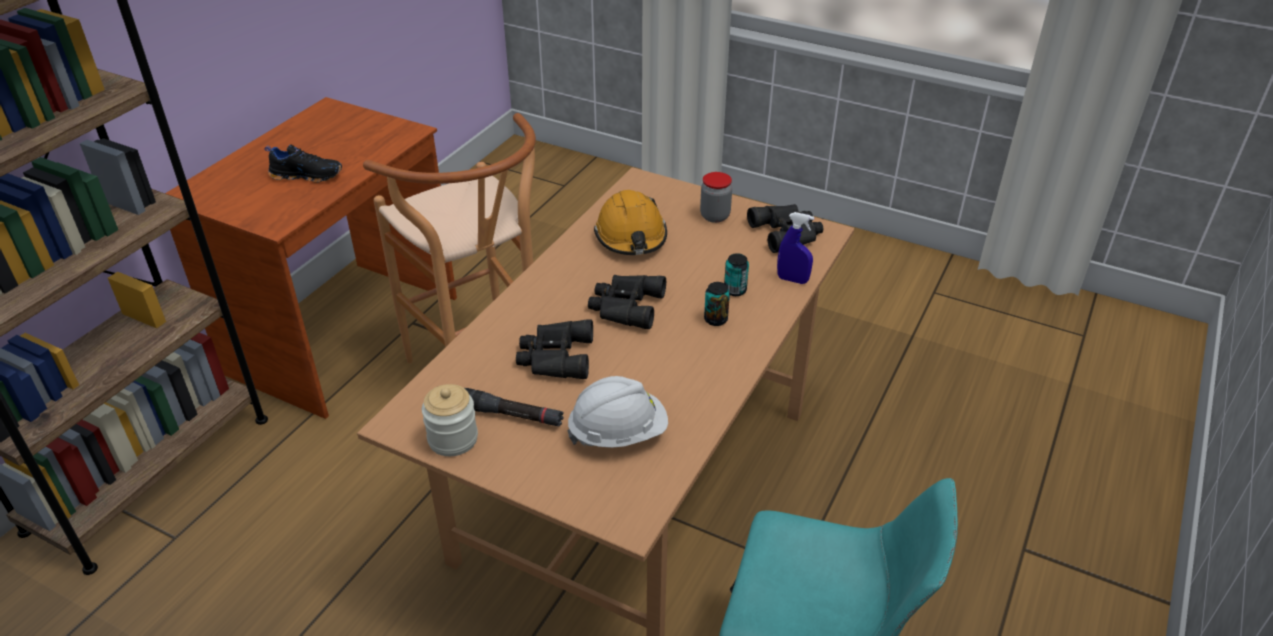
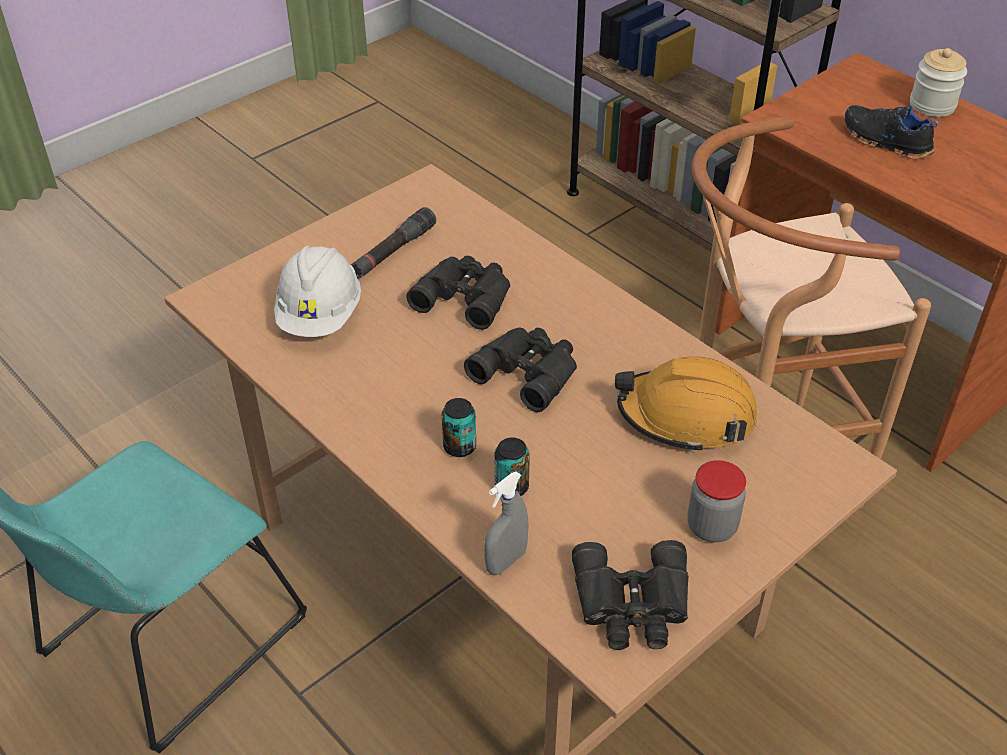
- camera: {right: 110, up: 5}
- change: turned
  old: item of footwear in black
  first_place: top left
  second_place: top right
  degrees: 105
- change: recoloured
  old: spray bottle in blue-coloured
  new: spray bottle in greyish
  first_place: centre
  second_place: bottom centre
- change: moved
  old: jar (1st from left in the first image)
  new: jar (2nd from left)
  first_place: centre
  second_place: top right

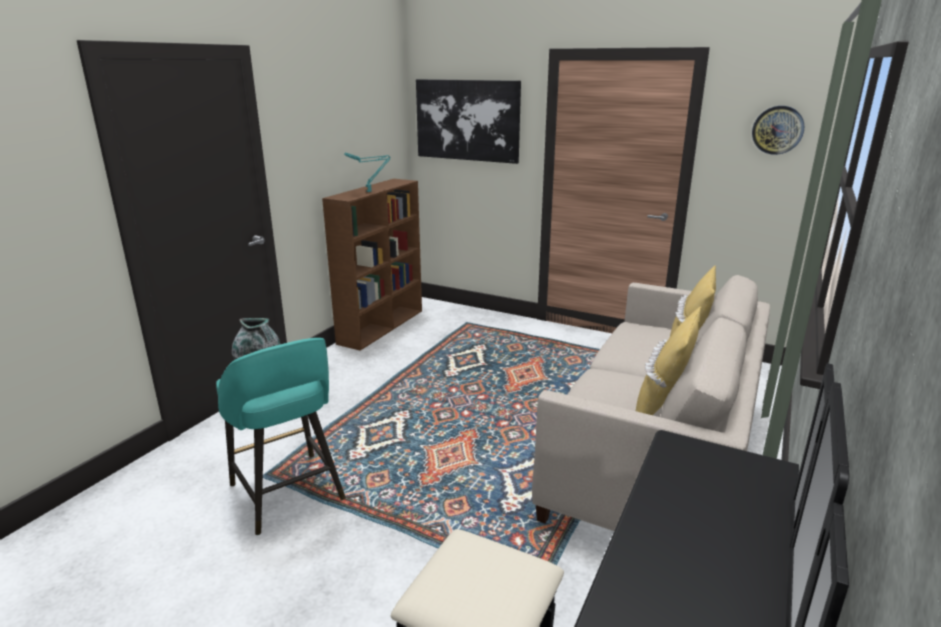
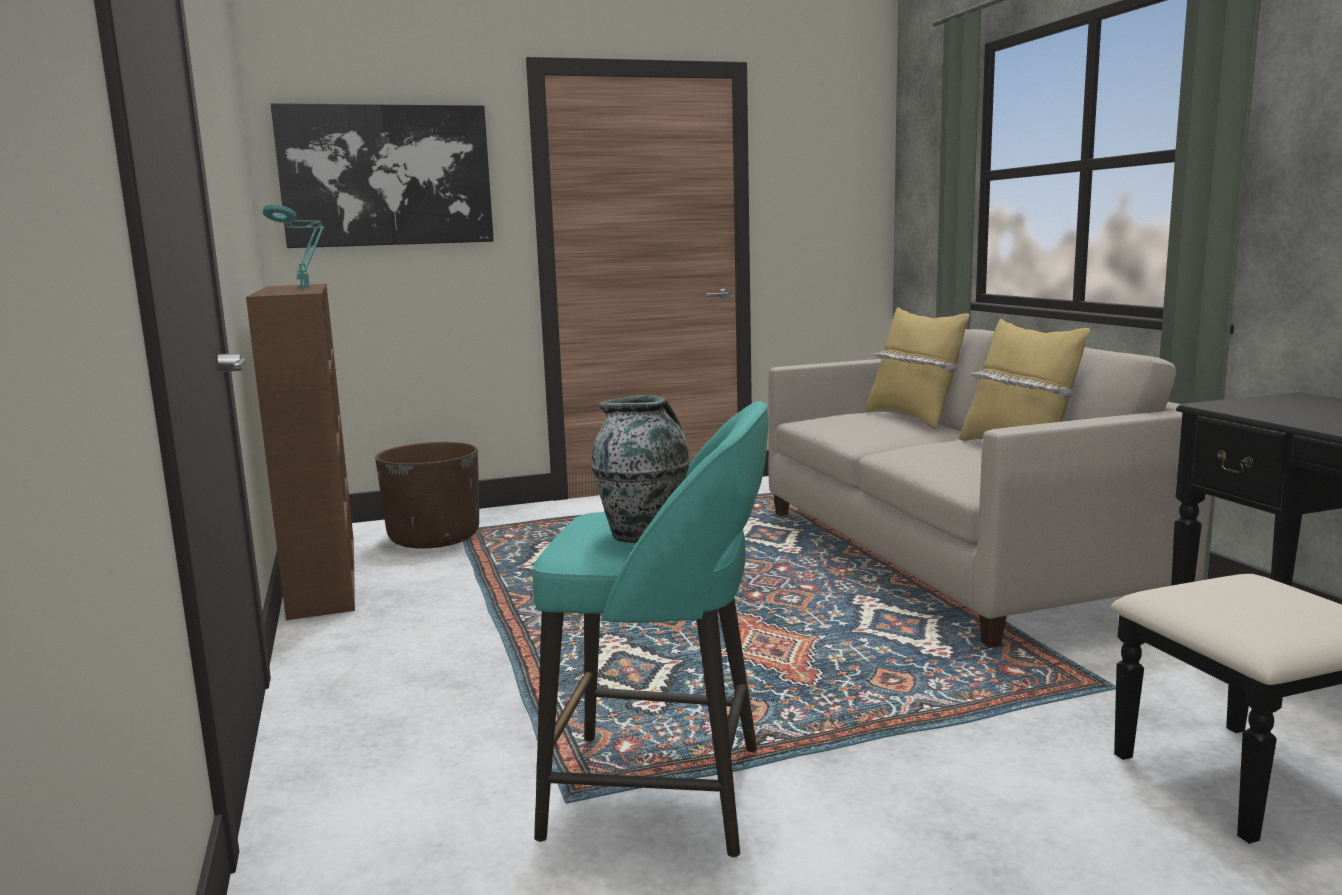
- camera: {right: -45, up: -10}
- change: removed
  old: wall clock
  first_place: top right
- change: added
  new: planter in brown-coloured
  second_place: middle left

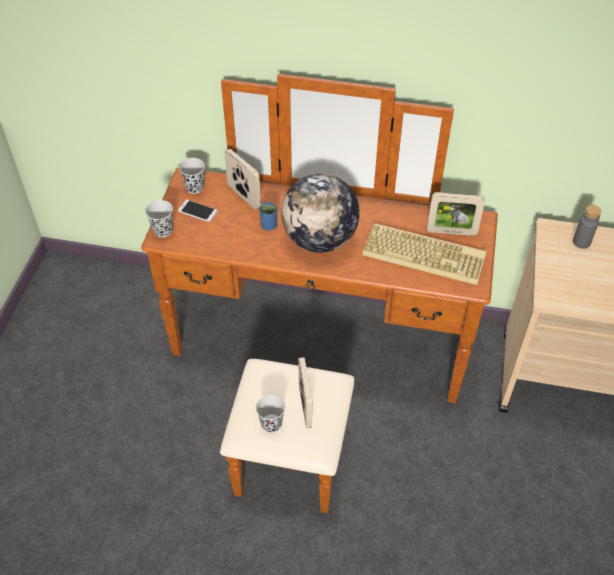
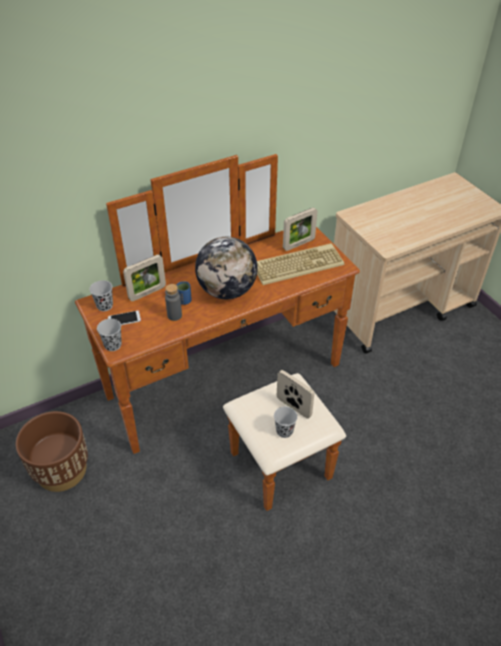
- camera: {right: -40, up: -5}
- change: turned
  old: picture frame (1st from left)
  first_place: top centre
  second_place: middle left
  degrees: 135
- change: moved
  old: beverage bottle in greyish
  first_place: middle right
  second_place: centre
- change: added
  new: planter in brown-coloured
  second_place: bottom left

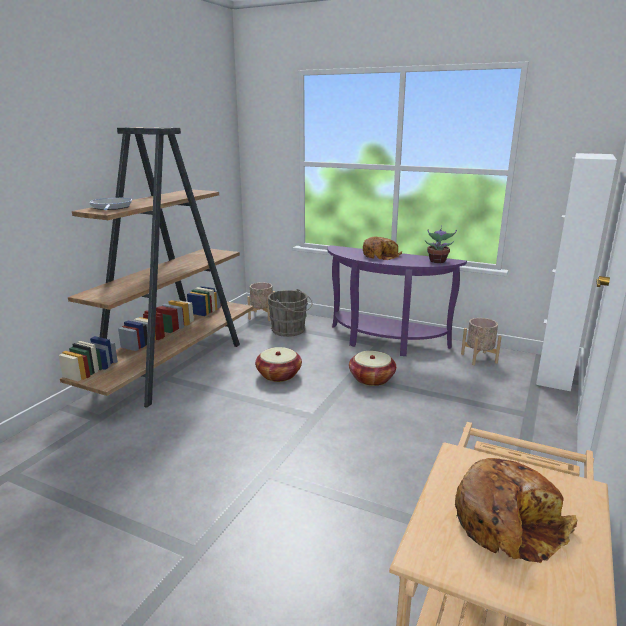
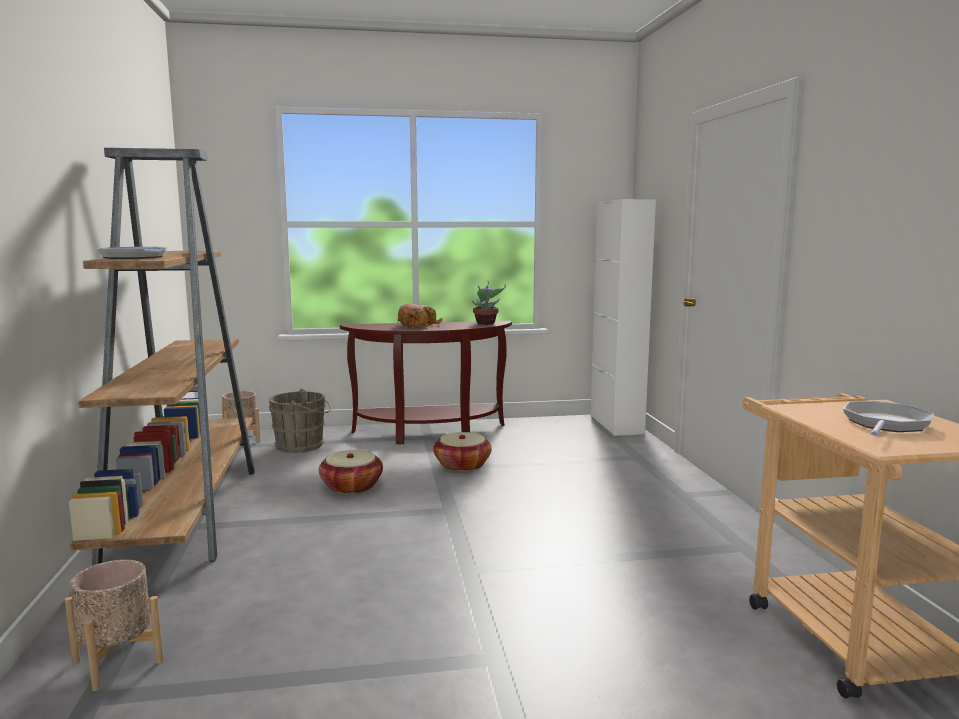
- camera: {right: -35, up: -10}
- change: recoloured
  old: hall table in purplish
  new: hall table in brown-coloured
  first_place: centre
  second_place: centre
- change: moved
  old: planter in beige (2nd from left in the first image)
  new: planter in beige (1st from left)
  first_place: middle right
  second_place: bottom left
- change: replaced
  old: baked bread (2nd from left)
  new: frying pan (2nd from left)
  first_place: bottom right
  second_place: middle right

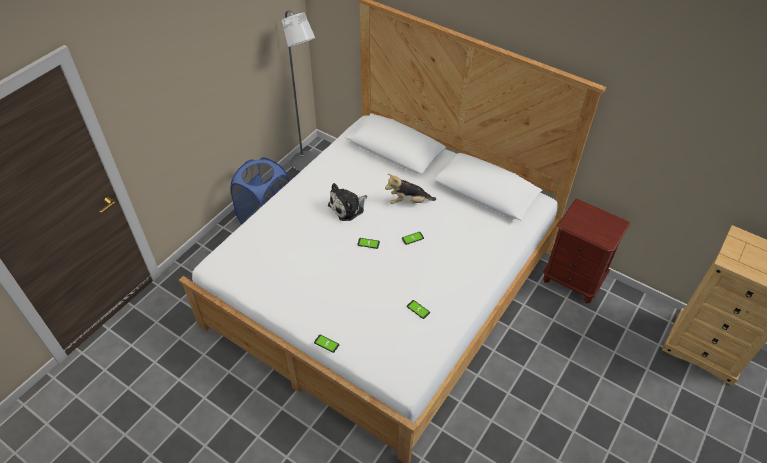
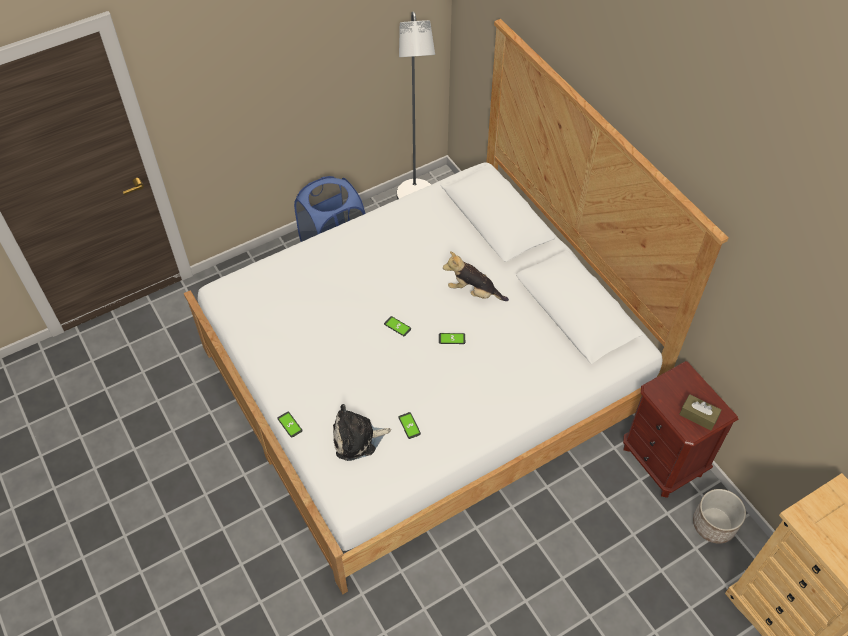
- camera: {right: 25, up: 5}
- change: moved
  old: cuddly toy (1st from left)
  first_place: centre
  second_place: bottom centre
- change: added
  new: tissue holder in brown-coloured
  second_place: middle right
- change: added
  new: planter
  second_place: bottom right

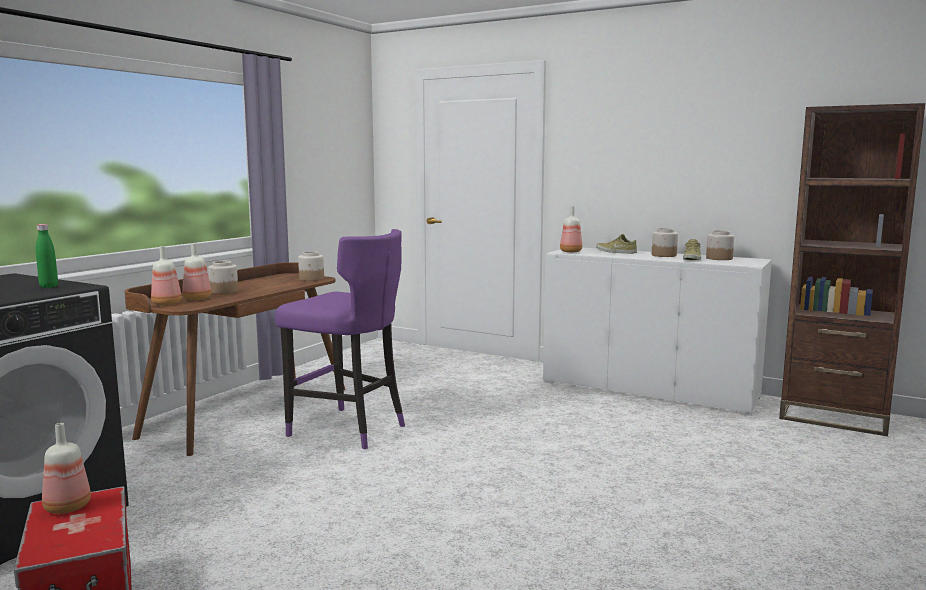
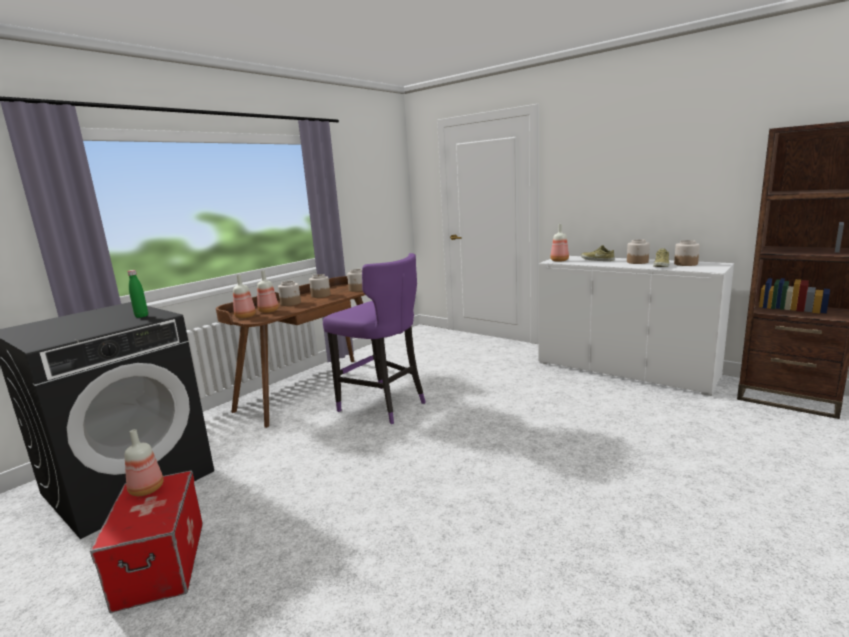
- camera: {right: 10, up: 5}
- change: added
  new: jar (2nd from left)
  second_place: centre

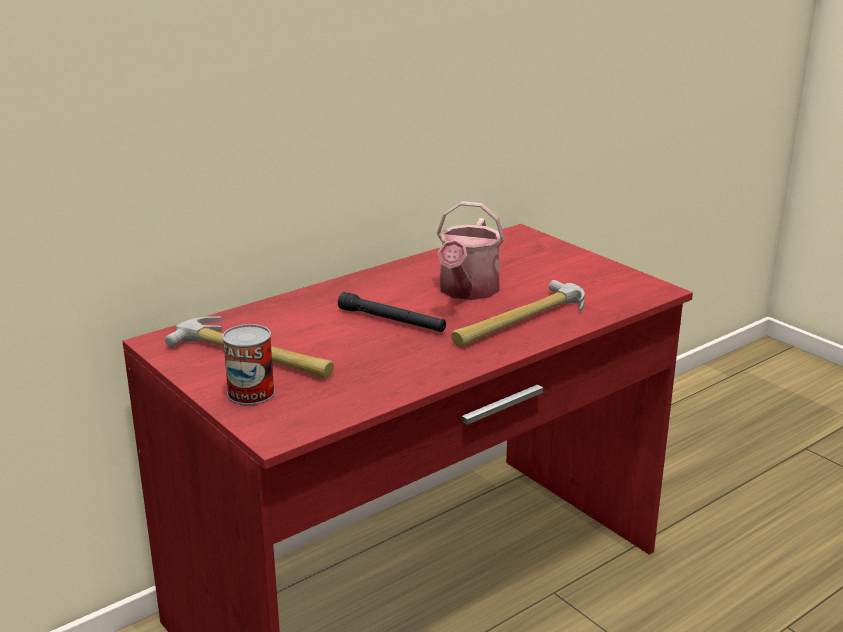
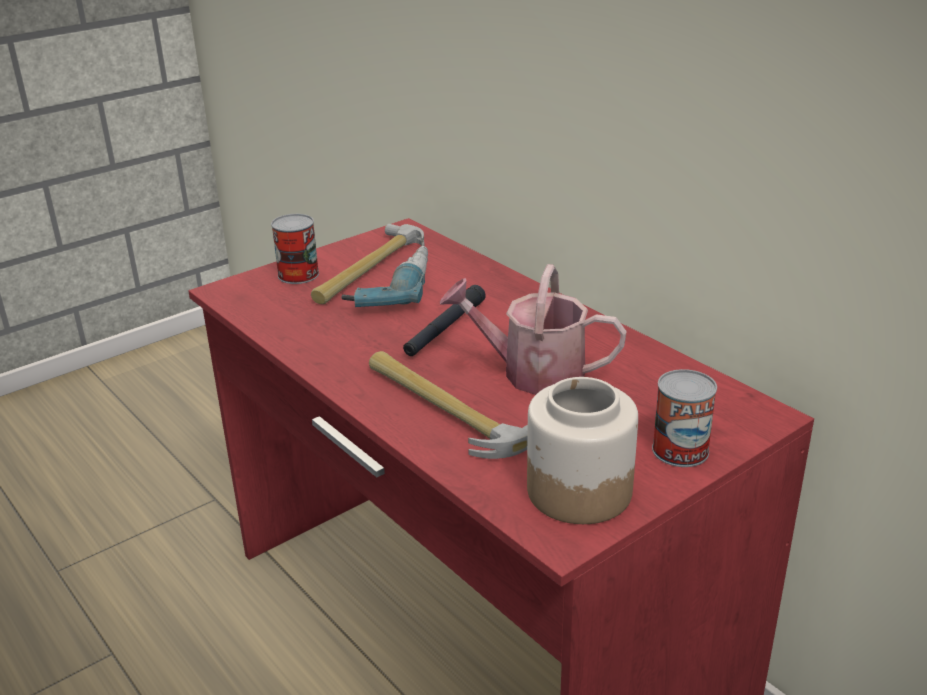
- camera: {right: 90, up: 5}
- change: added
  new: electric drill
  second_place: centre
- change: added
  new: metal can (2nd from left)
  second_place: middle right
- change: added
  new: jar
  second_place: centre

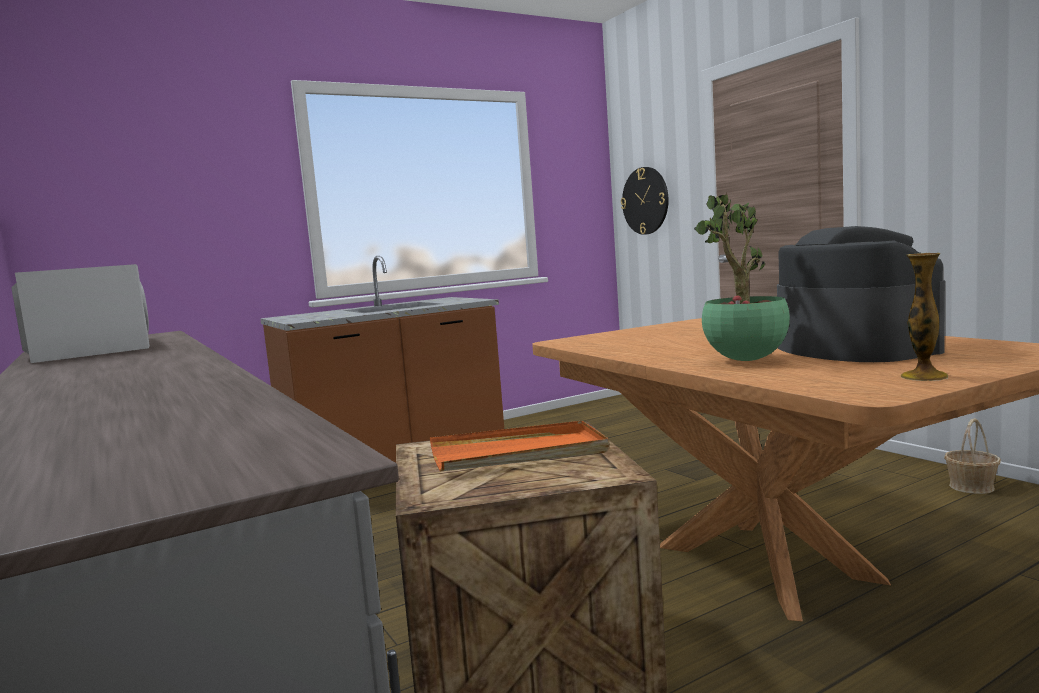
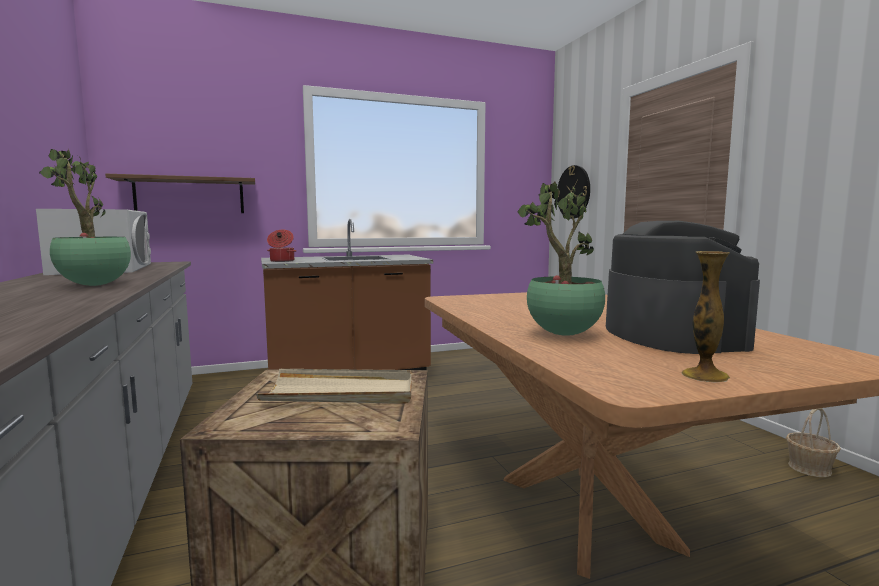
- camera: {right: 10, up: 0}
- change: recoloured
  old: tray in orange
  new: tray in beige
  first_place: centre
  second_place: centre
- change: added
  new: plant in a pot (1st from left)
  second_place: middle left
- change: added
  new: shelf in brown-coloured
  second_place: top left
- change: added
  new: saucepot
  second_place: middle left

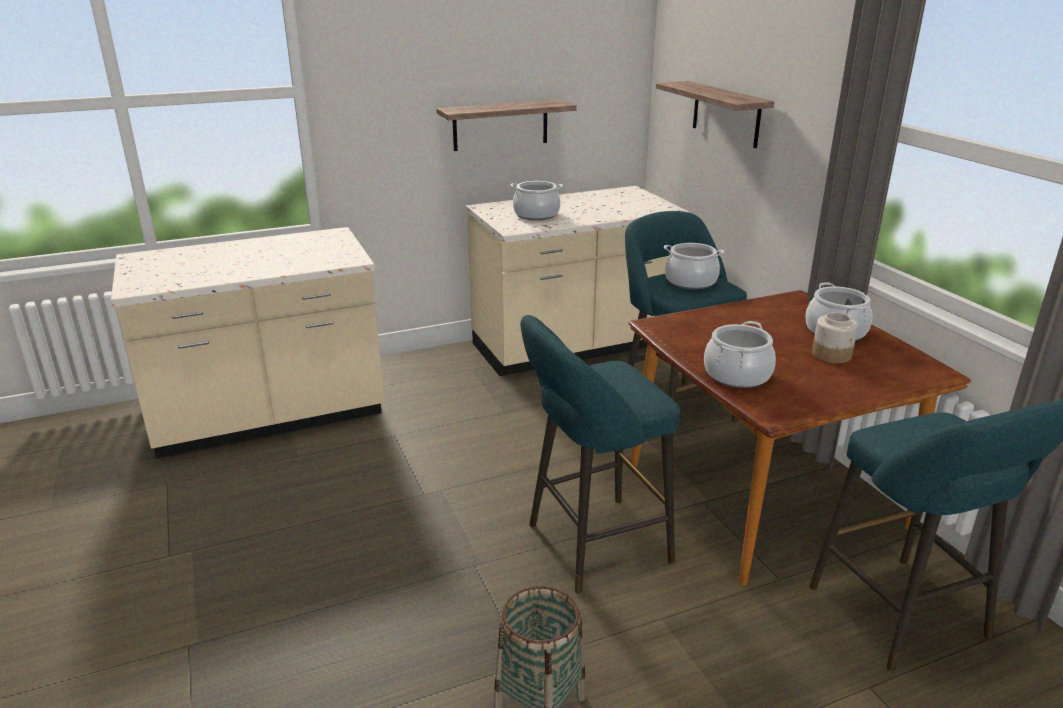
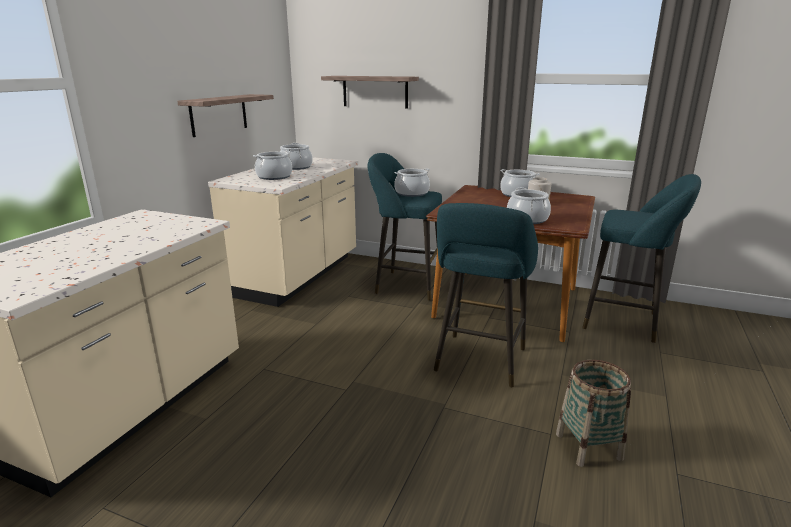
- camera: {right: -45, up: -5}
- change: added
  new: saucepot (2nd from left)
  second_place: top centre

